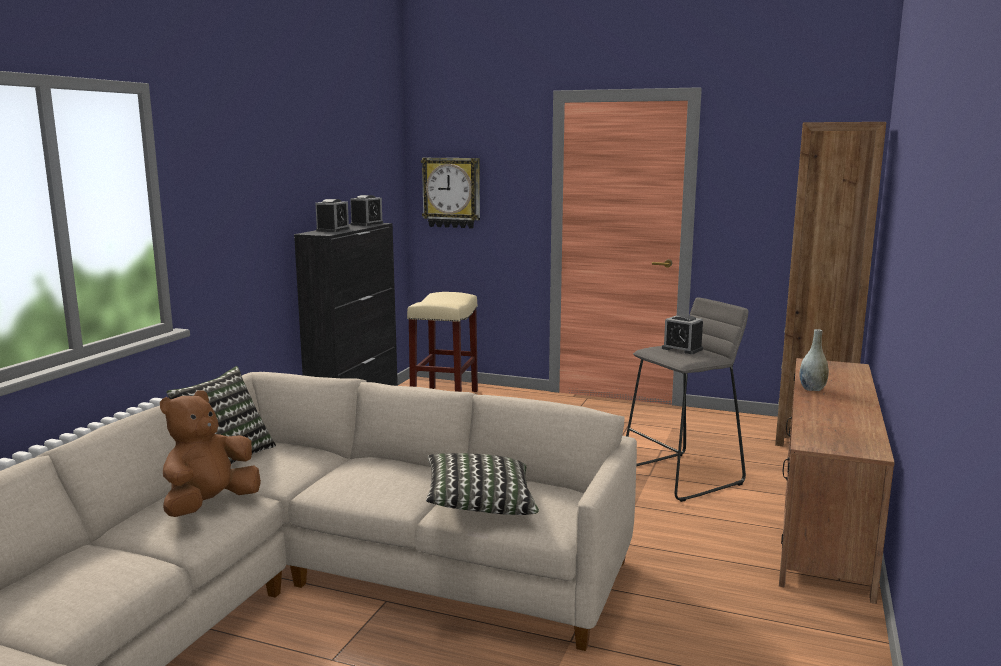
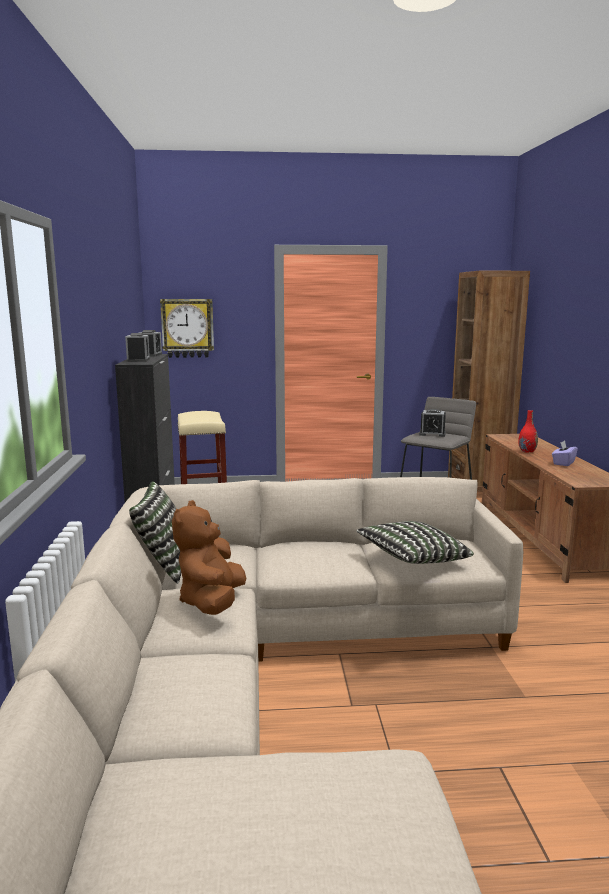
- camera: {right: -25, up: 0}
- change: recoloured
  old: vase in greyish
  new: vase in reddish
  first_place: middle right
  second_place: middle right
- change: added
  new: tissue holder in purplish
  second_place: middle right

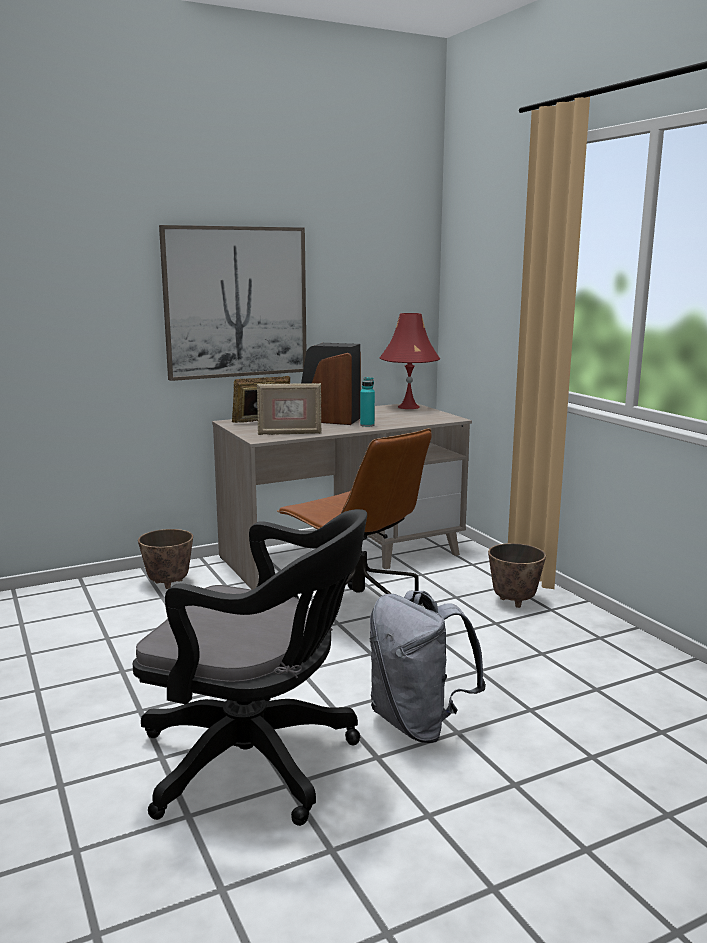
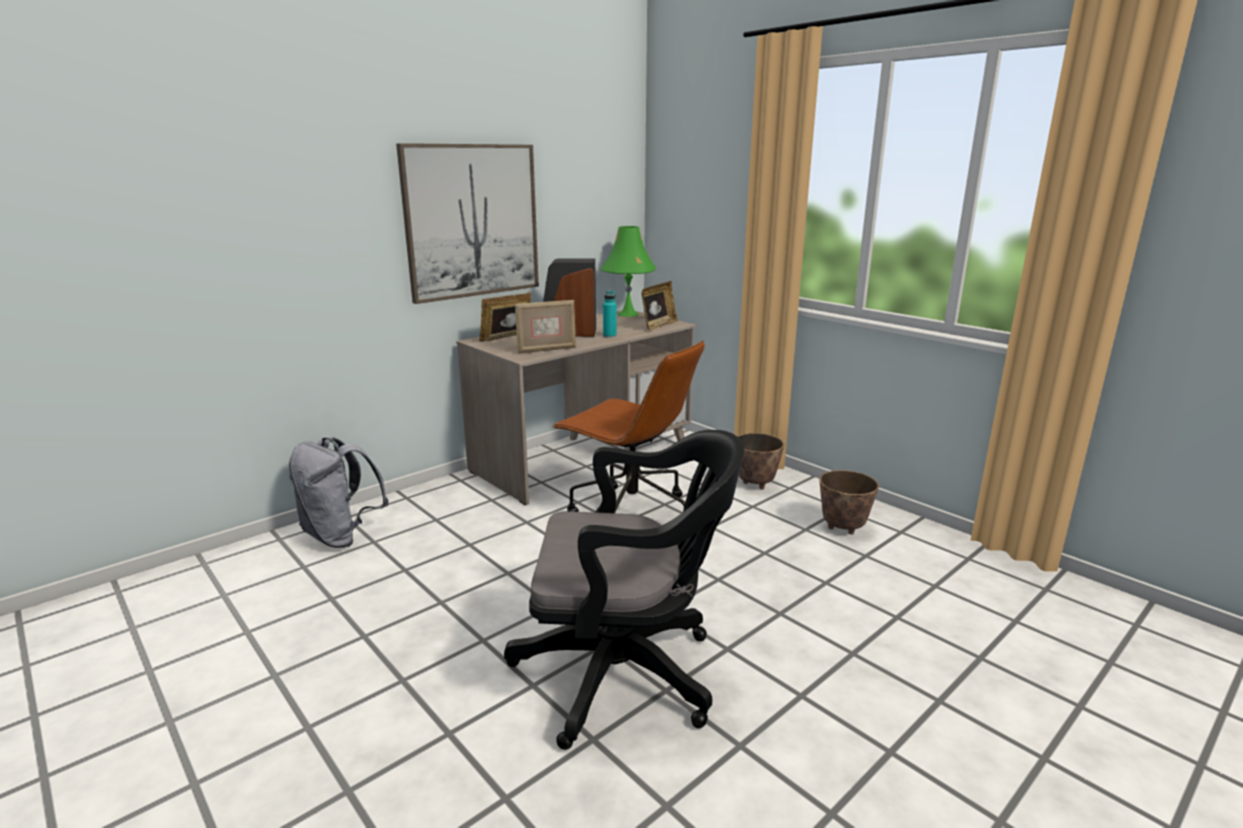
- camera: {right: -15, up: 5}
- change: recoloured
  old: tabletop lamp in reddish
  new: tabletop lamp in green
  first_place: centre
  second_place: top centre
- change: moved
  old: planter (1st from left in the first image)
  new: planter (2nd from left)
  first_place: middle left
  second_place: middle right
- change: moved
  old: rucksack in greyish
  first_place: bottom centre
  second_place: middle left
- change: added
  new: picture frame (3rd from left)
  second_place: centre

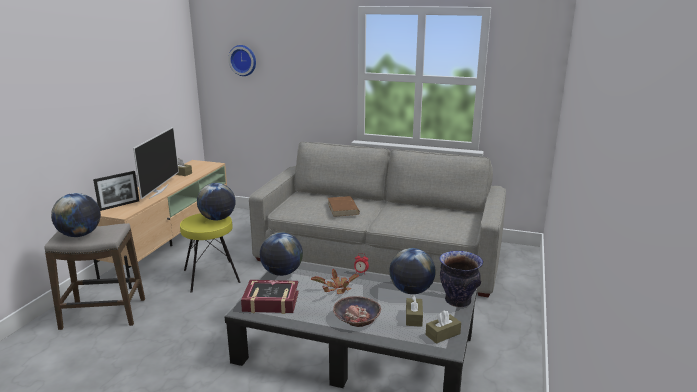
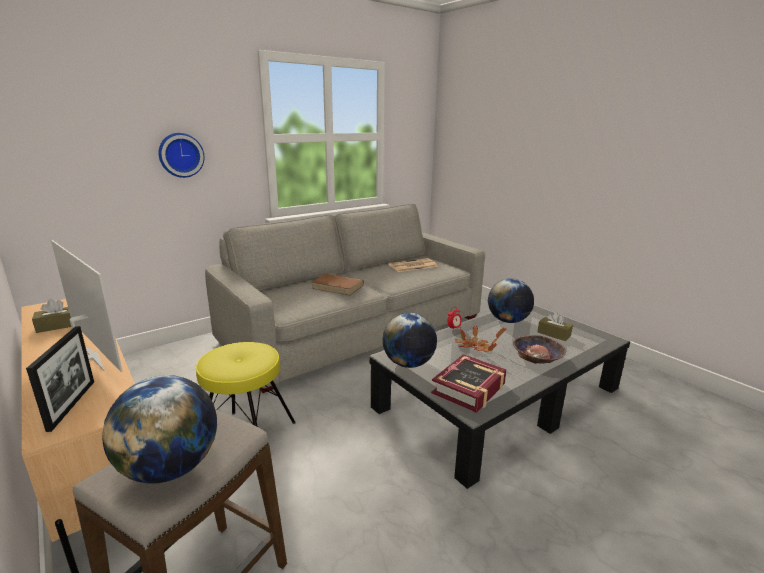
- camera: {right: -55, up: 0}
- change: moved
  old: wall clock
  first_place: top centre
  second_place: top left
- change: removed
  old: world globe (2nd from left)
  first_place: middle left
- change: removed
  old: vase
  first_place: bottom centre
- change: removed
  old: tissue holder in brown-coloured (3rd from left)
  first_place: bottom centre
- change: added
  new: newspaper
  second_place: centre

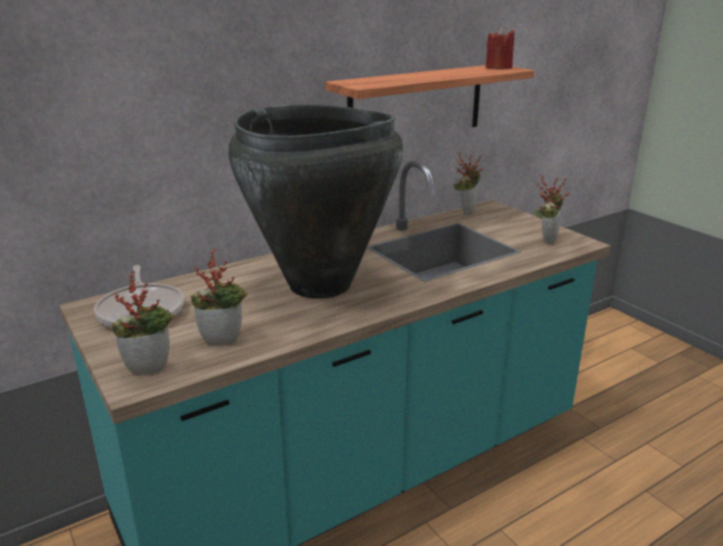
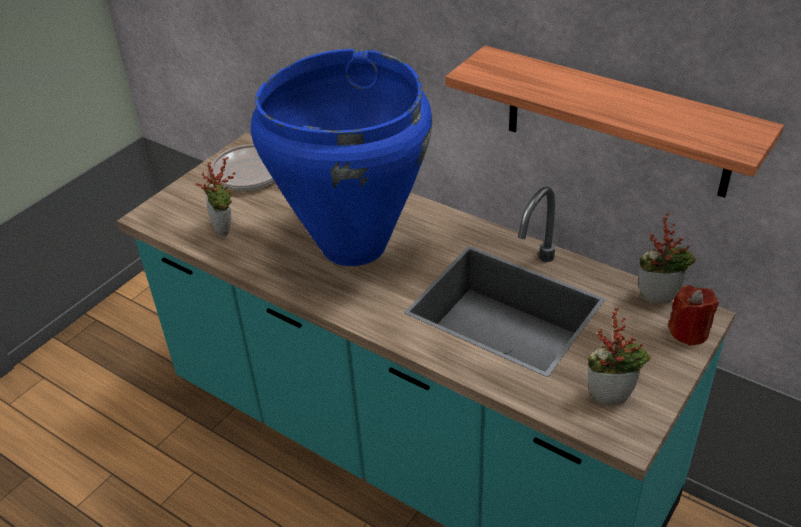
- camera: {right: 70, up: 15}
- change: moved
  old: wax candle in reddish
  first_place: top right
  second_place: middle right
- change: recoloured
  old: vase in black
  new: vase in blue-coloured
  first_place: centre
  second_place: top centre
- change: removed
  old: plant in a pot (1st from left)
  first_place: middle left

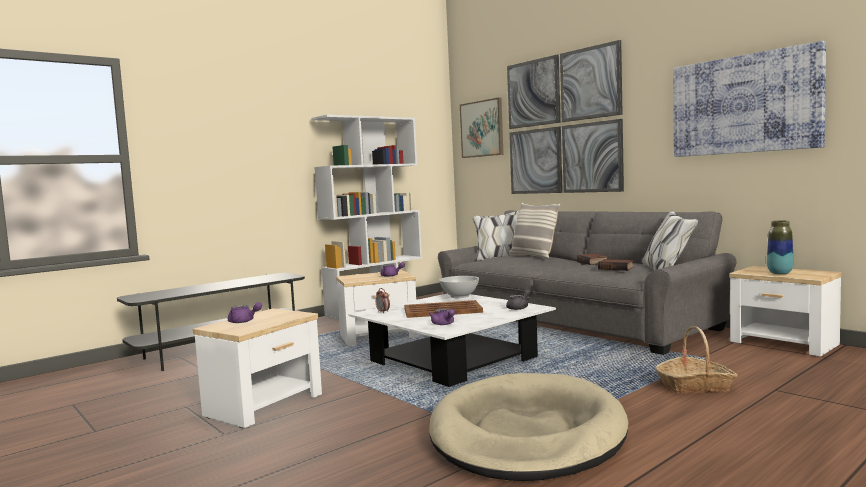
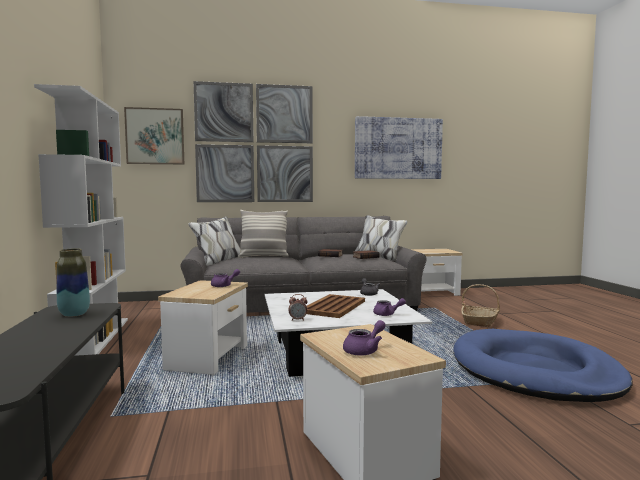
- camera: {right: -60, up: 0}
- change: moved
  old: vase
  first_place: middle right
  second_place: middle left
- change: removed
  old: deep dish in white-coloured
  first_place: centre
- change: recoloured
  old: pet bed in beige
  new: pet bed in blue-coloured
  first_place: bottom centre
  second_place: bottom right

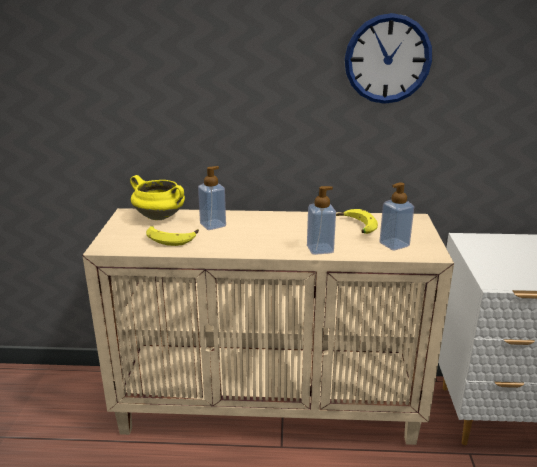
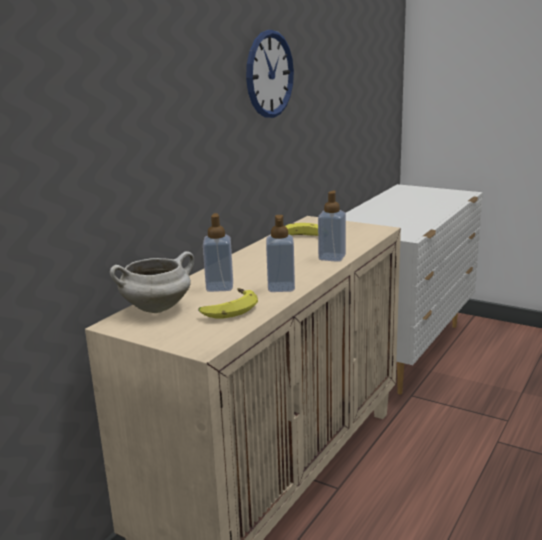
- camera: {right: -60, up: -5}
- change: recoloured
  old: saucepot in yellowish
  new: saucepot in white-coloured
  first_place: middle left
  second_place: middle left
- change: moved
  old: soap bottle (3rd from left in the first image)
  new: soap bottle (2nd from left)
  first_place: middle right
  second_place: centre

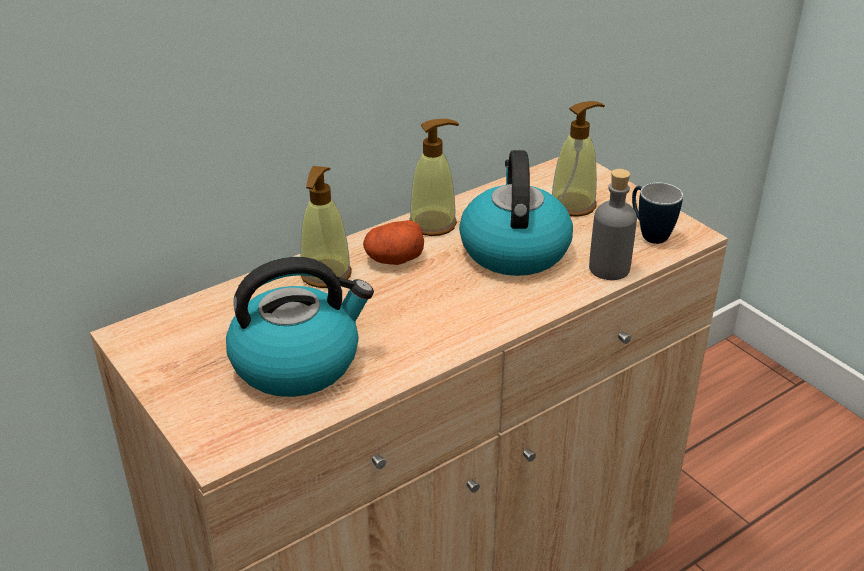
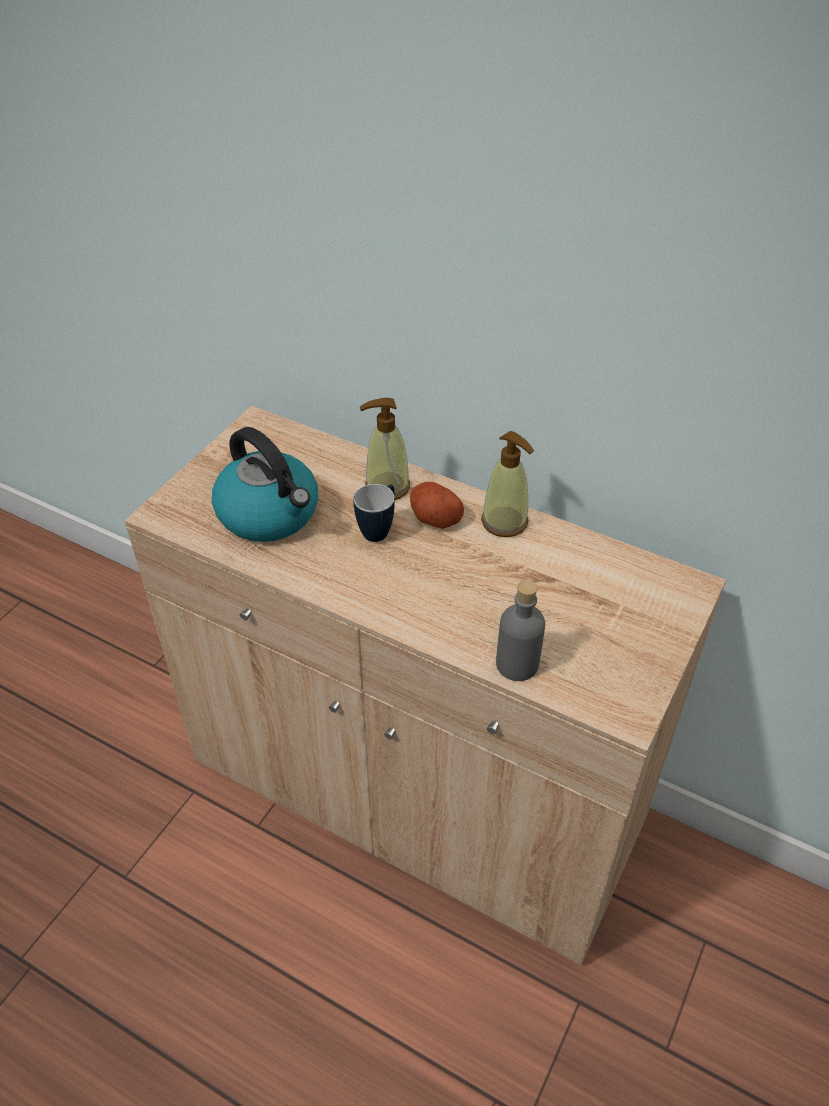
- camera: {right: 65, up: 10}
- change: removed
  old: soap bottle (3rd from left)
  first_place: top right
- change: removed
  old: kettle (2nd from left)
  first_place: centre
- change: moved
  old: mug
  first_place: middle right
  second_place: centre

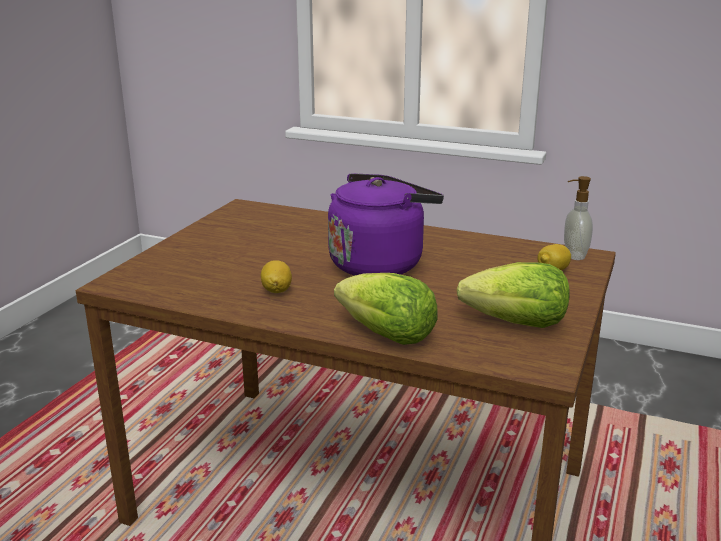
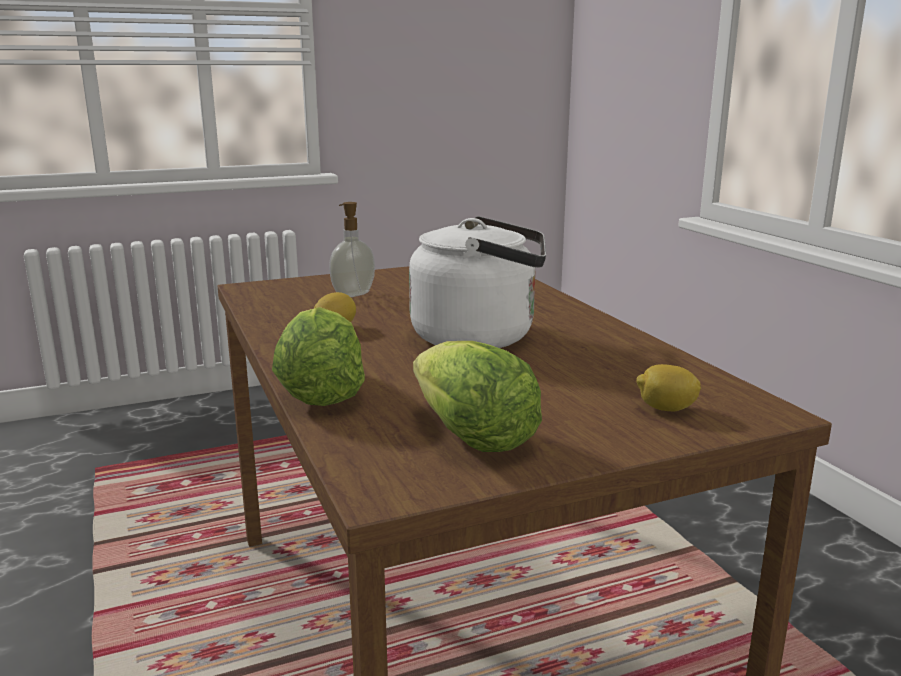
- camera: {right: 45, up: -5}
- change: recoloured
  old: kettle in purplish
  new: kettle in white-coloured
  first_place: centre
  second_place: centre
- change: moved
  old: soap bottle
  first_place: middle right
  second_place: centre

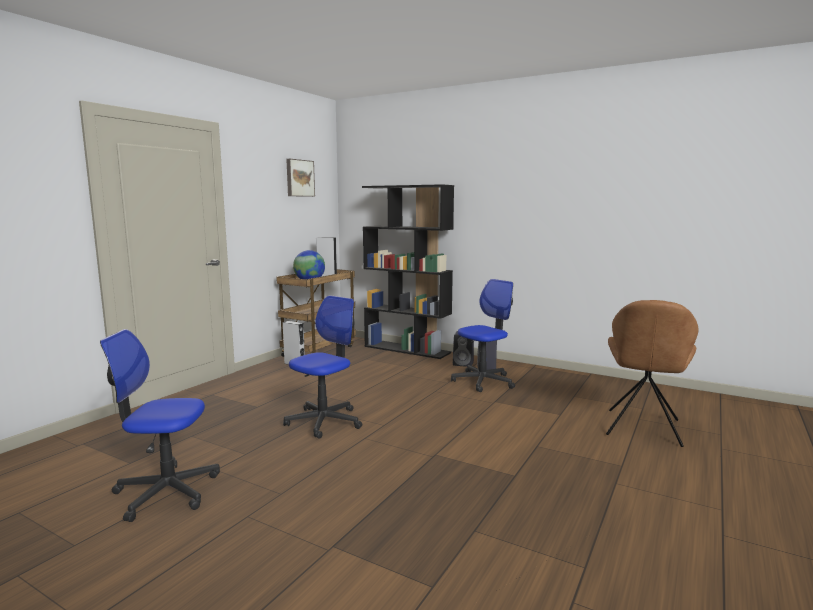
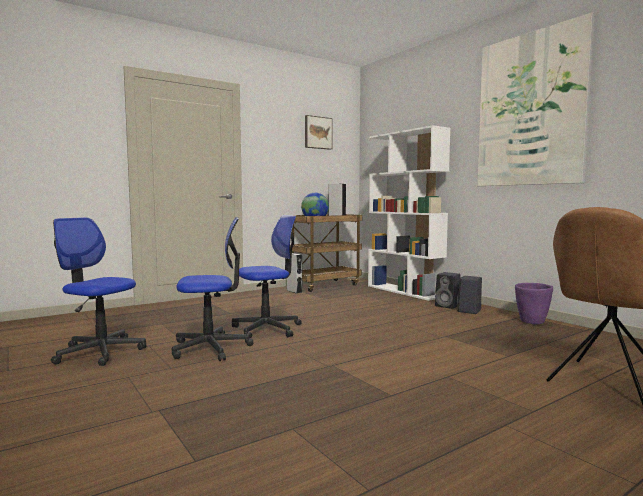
- camera: {right: 25, up: -5}
- change: recoloured
  old: bookcase in black
  new: bookcase in white-coloured
  first_place: centre
  second_place: centre
- change: moved
  old: desk chair (3rd from left in the first image)
  new: desk chair (2nd from left)
  first_place: centre
  second_place: middle left
- change: added
  new: wall art (2nd from left)
  second_place: top right
- change: added
  new: planter in purplish
  second_place: middle right

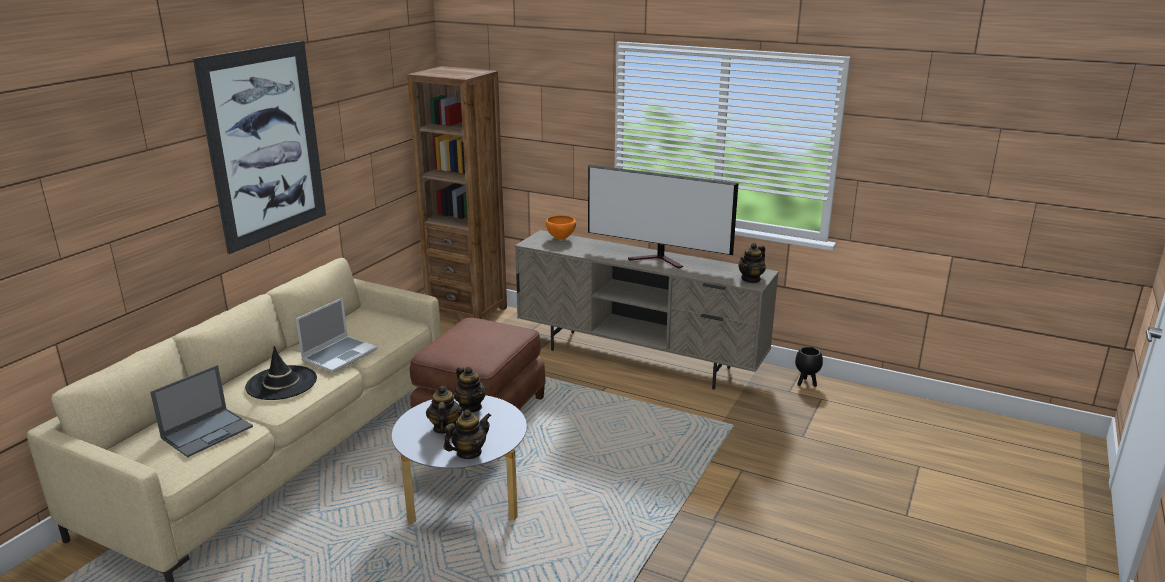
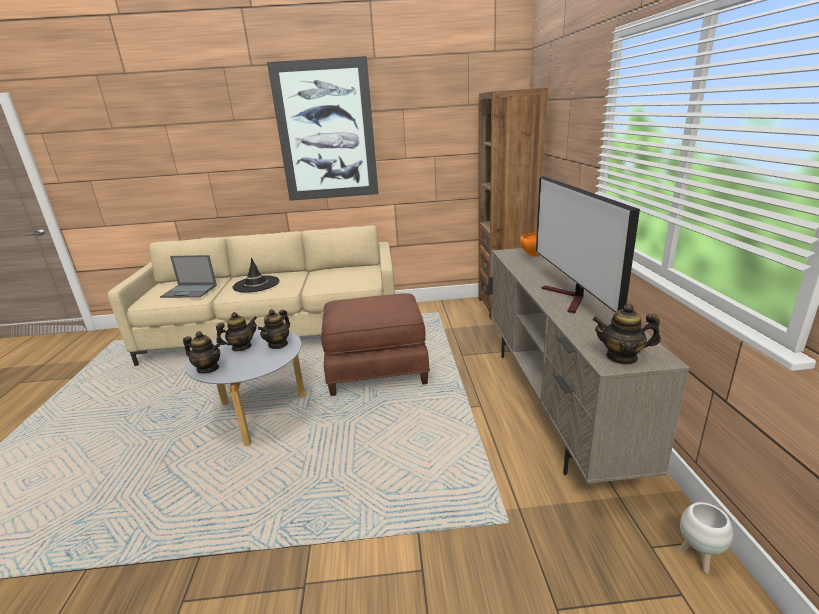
- camera: {right: 60, up: 0}
- change: removed
  old: notebook computer (2nd from left)
  first_place: middle left
- change: recoloured
  old: planter in black
  new: planter in white-coloured
  first_place: middle right
  second_place: bottom right

